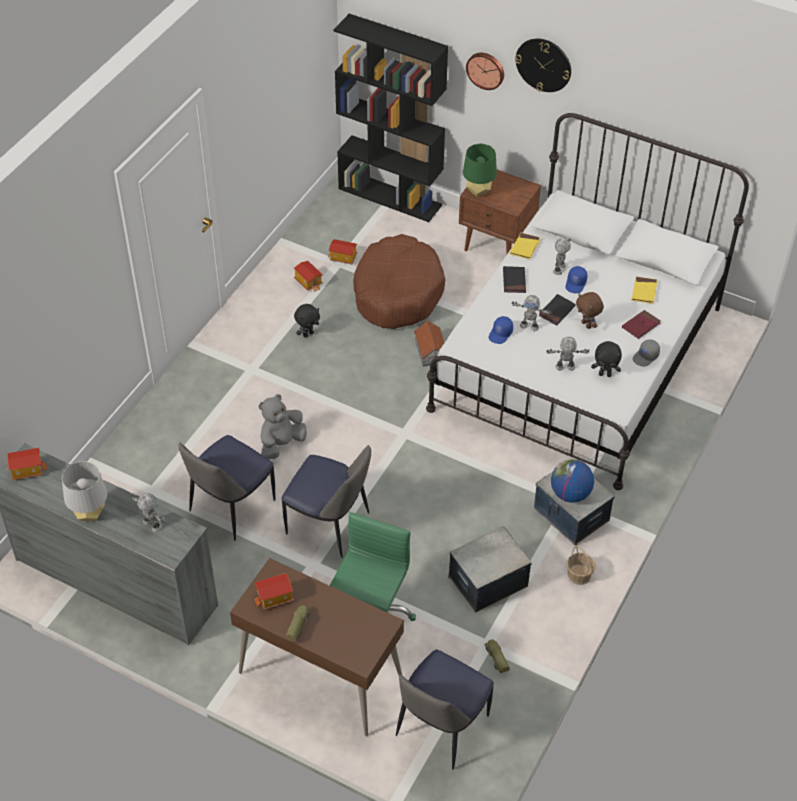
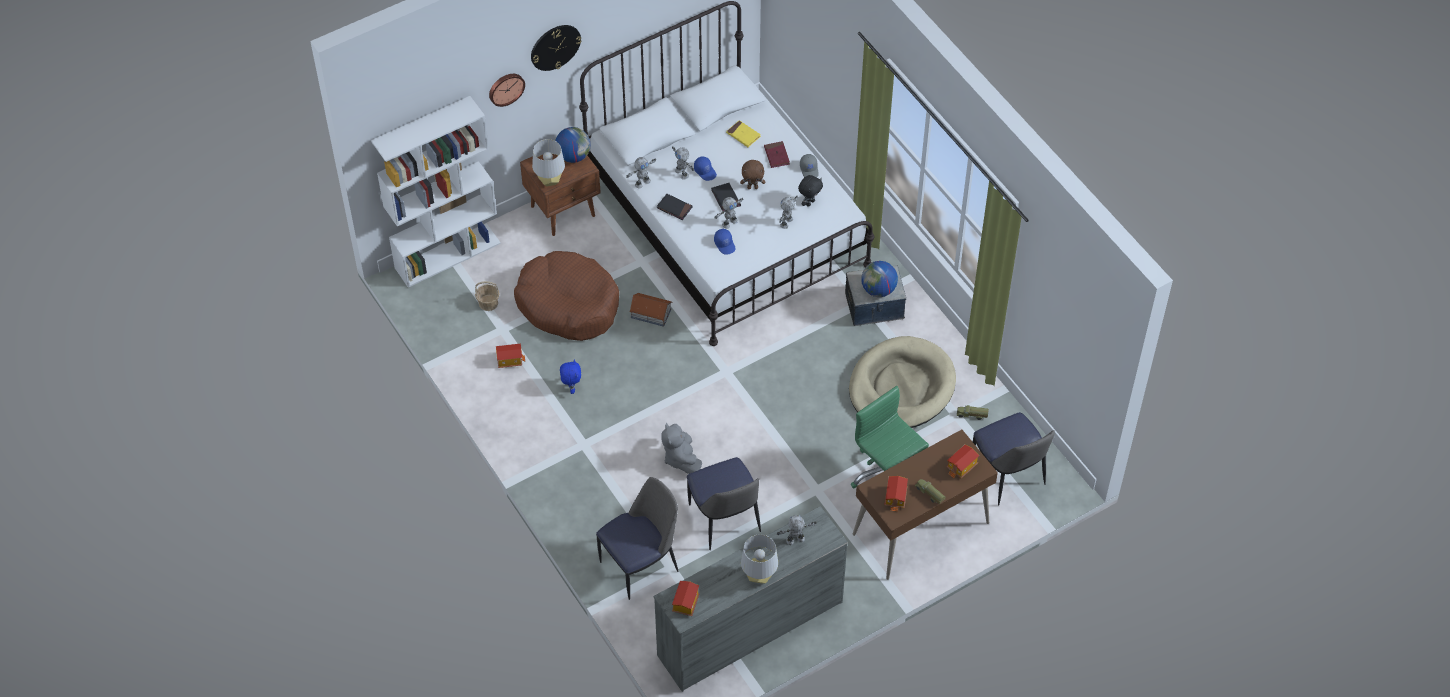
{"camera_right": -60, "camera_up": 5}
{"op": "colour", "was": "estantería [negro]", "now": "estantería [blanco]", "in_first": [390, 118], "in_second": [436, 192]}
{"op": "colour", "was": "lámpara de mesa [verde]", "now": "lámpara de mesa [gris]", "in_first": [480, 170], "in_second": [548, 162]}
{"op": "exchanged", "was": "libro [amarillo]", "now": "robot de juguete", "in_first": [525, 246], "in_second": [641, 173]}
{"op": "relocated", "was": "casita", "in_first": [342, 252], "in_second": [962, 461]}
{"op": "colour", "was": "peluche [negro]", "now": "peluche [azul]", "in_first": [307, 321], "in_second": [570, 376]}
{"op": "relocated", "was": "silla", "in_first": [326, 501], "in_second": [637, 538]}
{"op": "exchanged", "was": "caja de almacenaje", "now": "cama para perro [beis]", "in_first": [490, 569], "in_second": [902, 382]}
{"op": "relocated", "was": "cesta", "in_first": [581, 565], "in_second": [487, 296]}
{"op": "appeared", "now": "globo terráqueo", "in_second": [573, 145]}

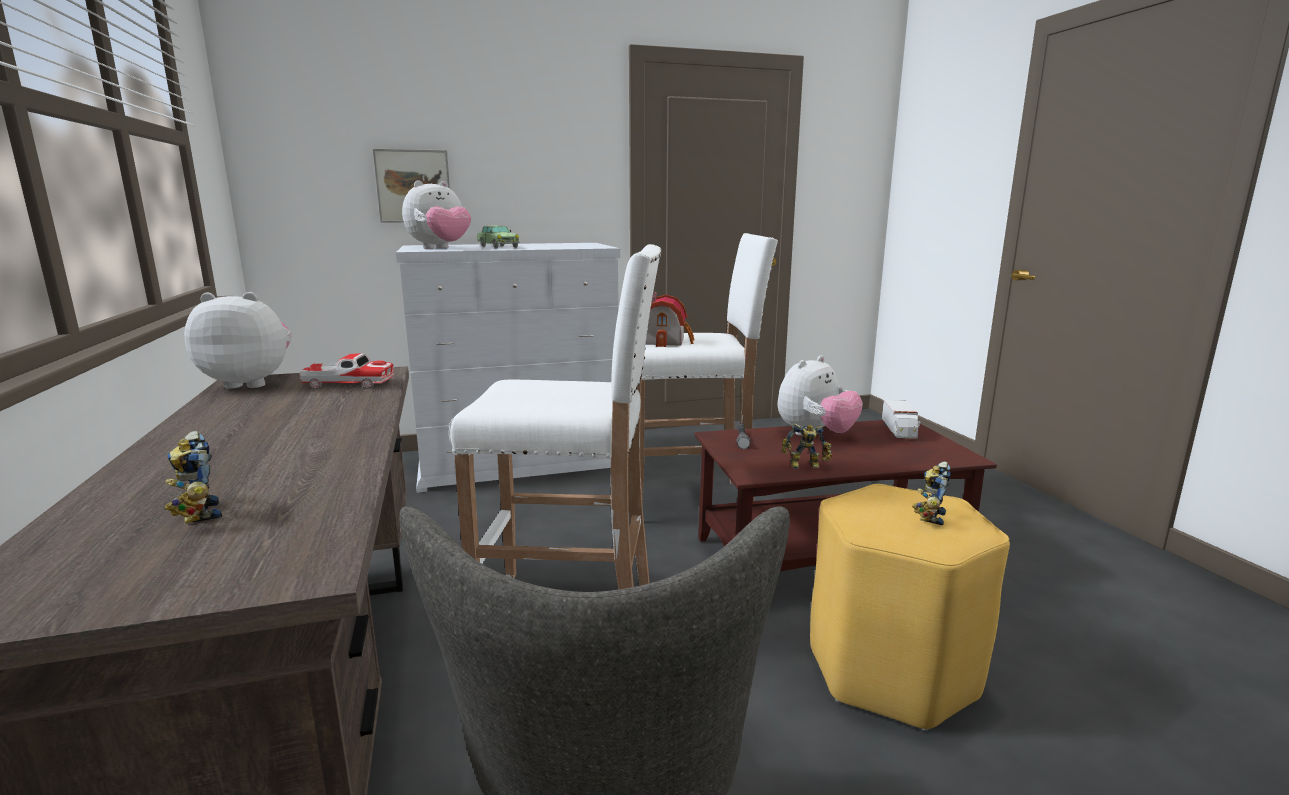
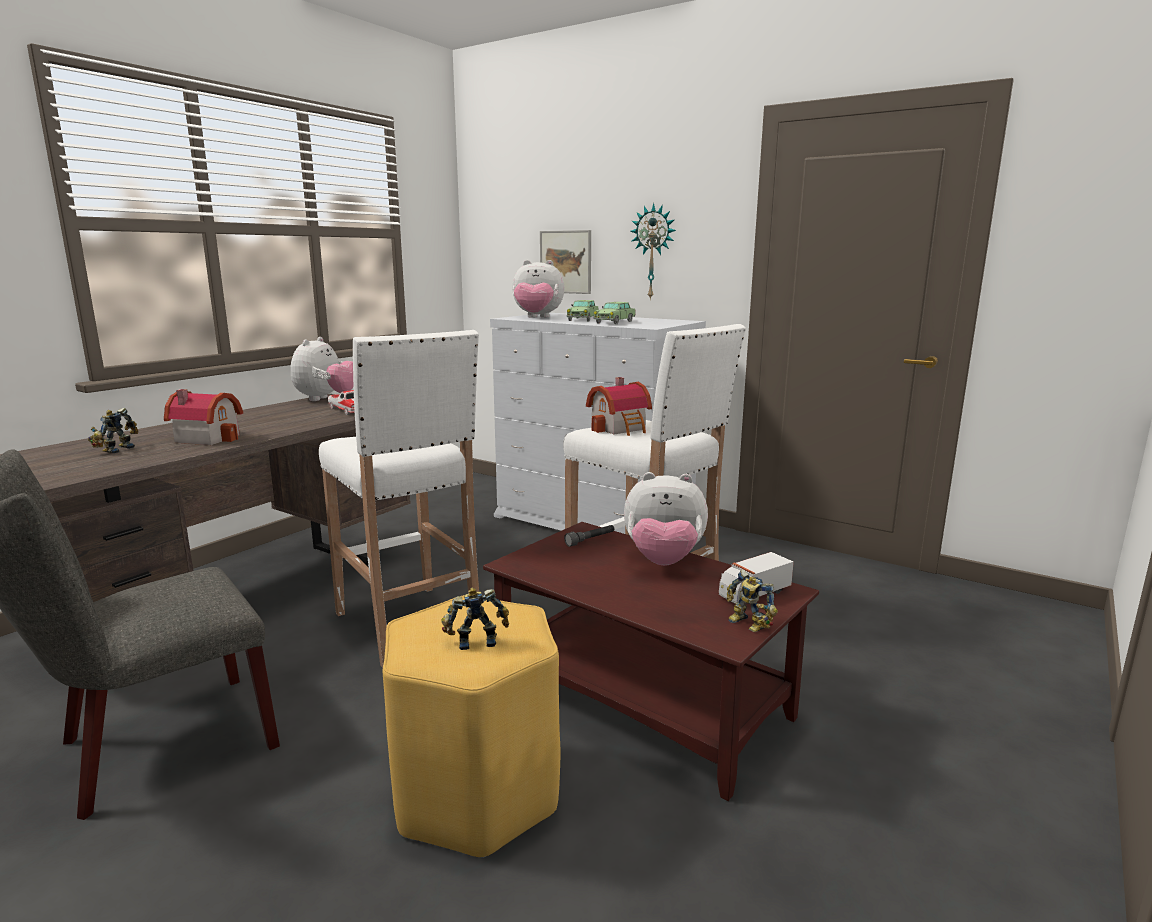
{"camera_right": 50, "camera_up": 0}
{"op": "spun", "was": "peluche", "in_first": [237, 340], "in_second": [322, 369], "clockwise": 60}
{"op": "relocated", "was": "robot de juguete", "in_first": [806, 446], "in_second": [752, 601]}
{"op": "appeared", "now": "reloj de pared", "in_second": [653, 251]}
{"op": "appeared", "now": "coche de juguete", "in_second": [614, 313]}
{"op": "appeared", "now": "casita", "in_second": [203, 417]}

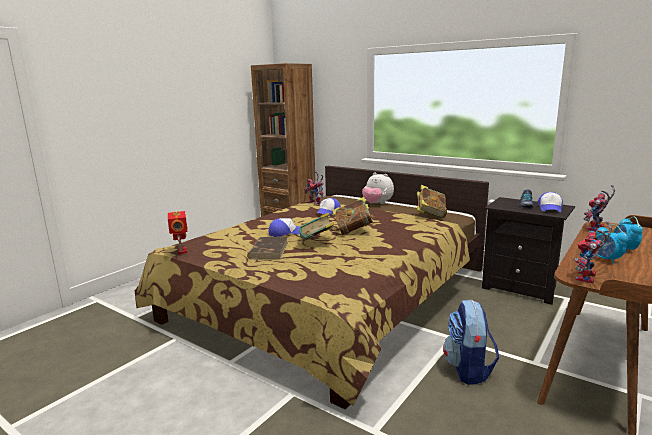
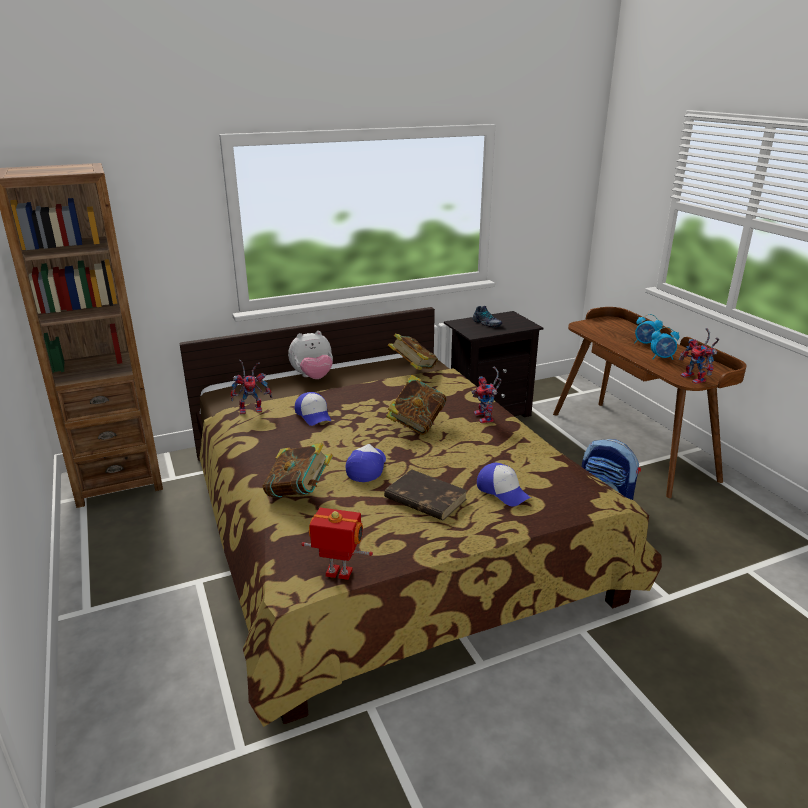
{"camera_right": -60, "camera_up": 10}
{"op": "relocated", "was": "robot de juguete", "in_first": [599, 208], "in_second": [486, 394]}
{"op": "relocated", "was": "gorra", "in_first": [550, 202], "in_second": [504, 484]}
{"op": "relocated", "was": "libro", "in_first": [316, 226], "in_second": [298, 470]}

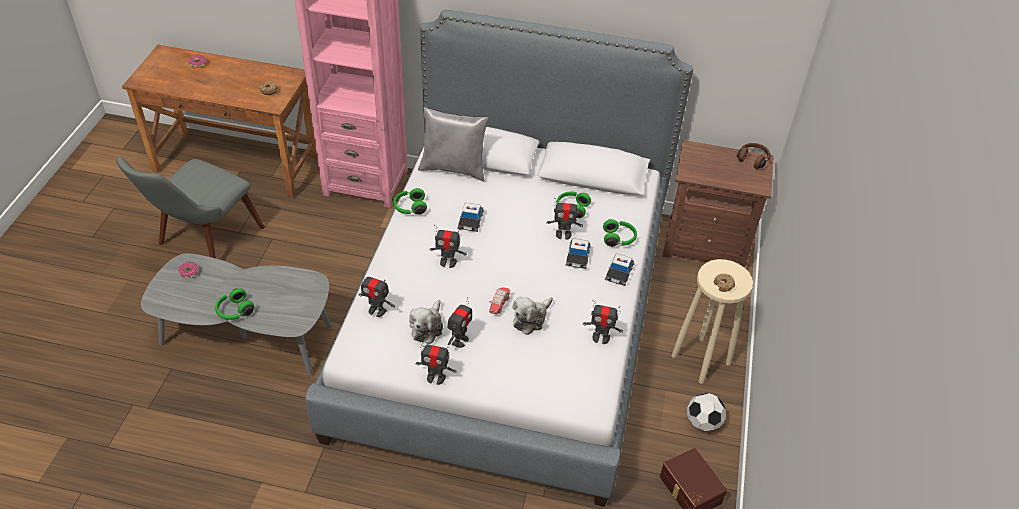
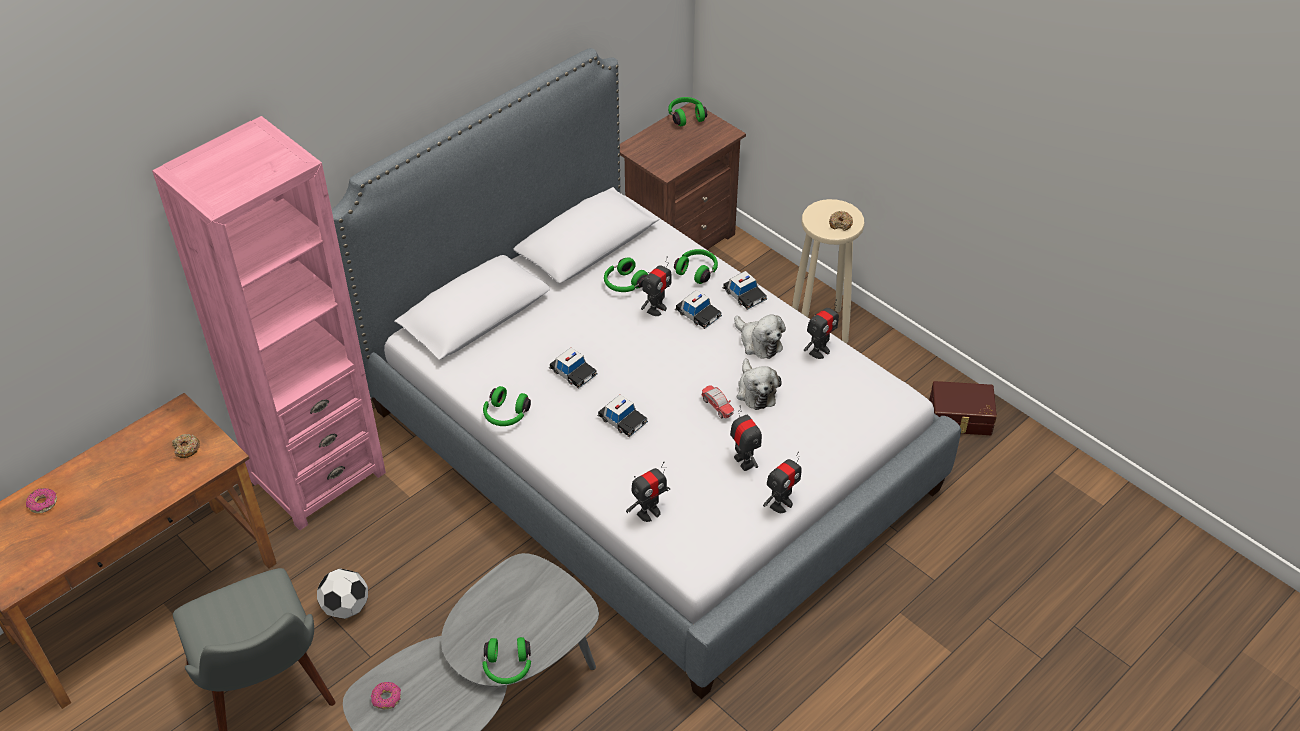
{"camera_right": -55, "camera_up": 0}
{"op": "missing", "was": "cojín [gris]", "in_first": [453, 144]}
{"op": "colour", "was": "auriculares [marrón]", "now": "auriculares [verde]", "in_first": [753, 156], "in_second": [687, 111]}
{"op": "exchanged", "was": "robot de juguete", "now": "coche de juguete", "in_first": [448, 246], "in_second": [622, 416]}
{"op": "relocated", "was": "peluche", "in_first": [426, 322], "in_second": [760, 336]}
{"op": "relocated", "was": "balón de fútbol", "in_first": [706, 412], "in_second": [342, 594]}

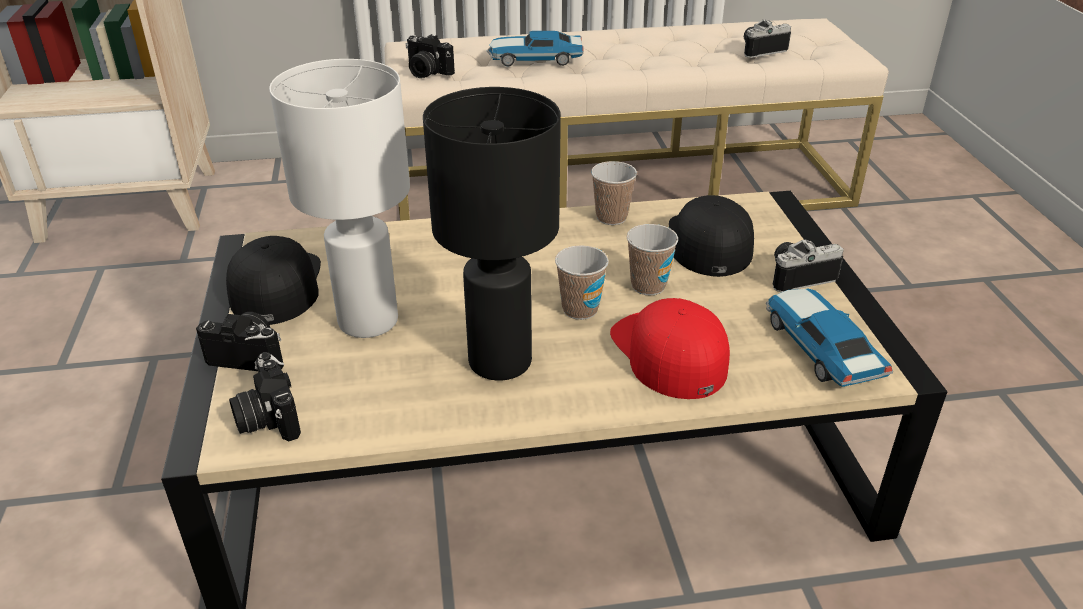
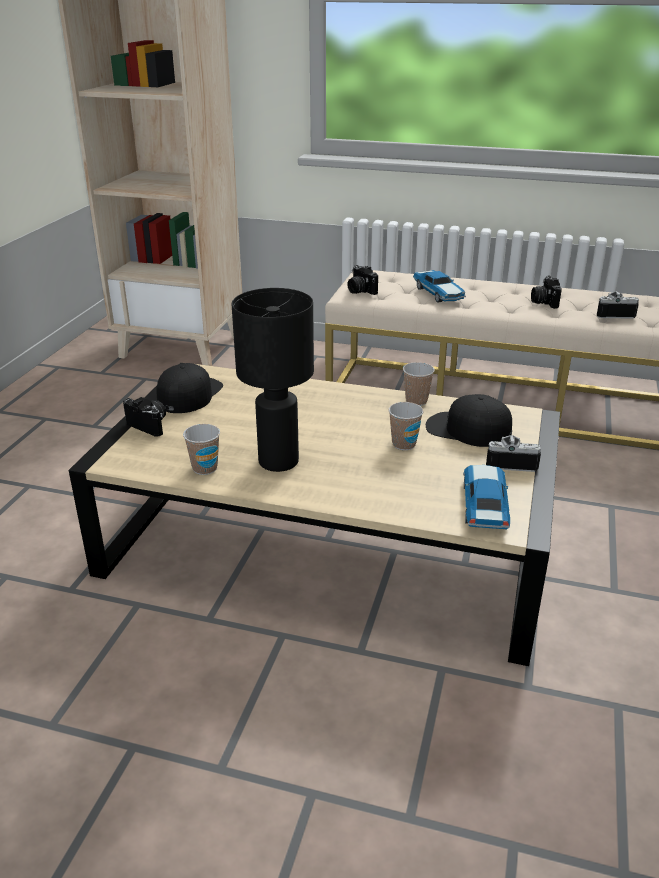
{"camera_right": 25, "camera_up": -5}
{"op": "spun", "was": "coche de juguete", "in_first": [535, 48], "in_second": [439, 286], "clockwise": -135}
{"op": "missing", "was": "lámpara de mesa [blanco]", "in_first": [339, 198]}
{"op": "spun", "was": "gorra [negro]", "in_first": [711, 236], "in_second": [469, 420], "clockwise": -90}
{"op": "relocated", "was": "taza", "in_first": [582, 282], "in_second": [201, 449]}
{"op": "missing", "was": "gorra [rojo]", "in_first": [670, 348]}
{"op": "relocated", "was": "cámara", "in_first": [265, 396], "in_second": [546, 292]}

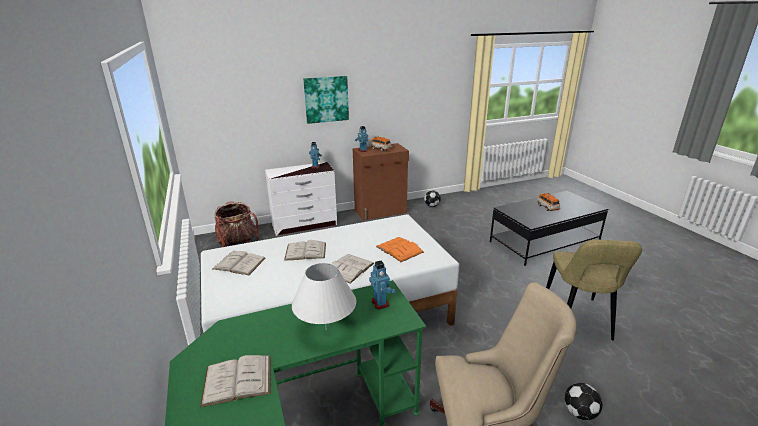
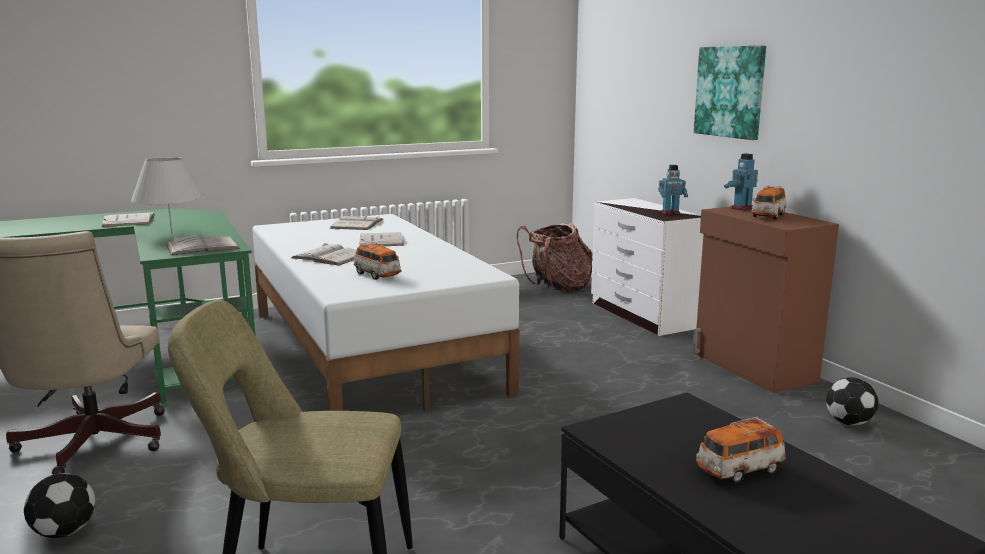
{"camera_right": 85, "camera_up": -10}
{"op": "exchanged", "was": "libro [naranja]", "now": "coche de juguete", "in_first": [400, 249], "in_second": [378, 261]}
{"op": "exchanged", "was": "robot de juguete", "now": "libro [blanco]", "in_first": [382, 285], "in_second": [203, 245]}

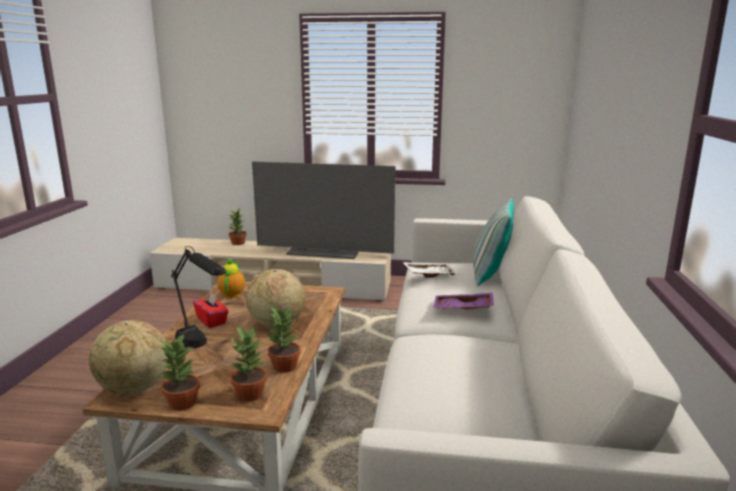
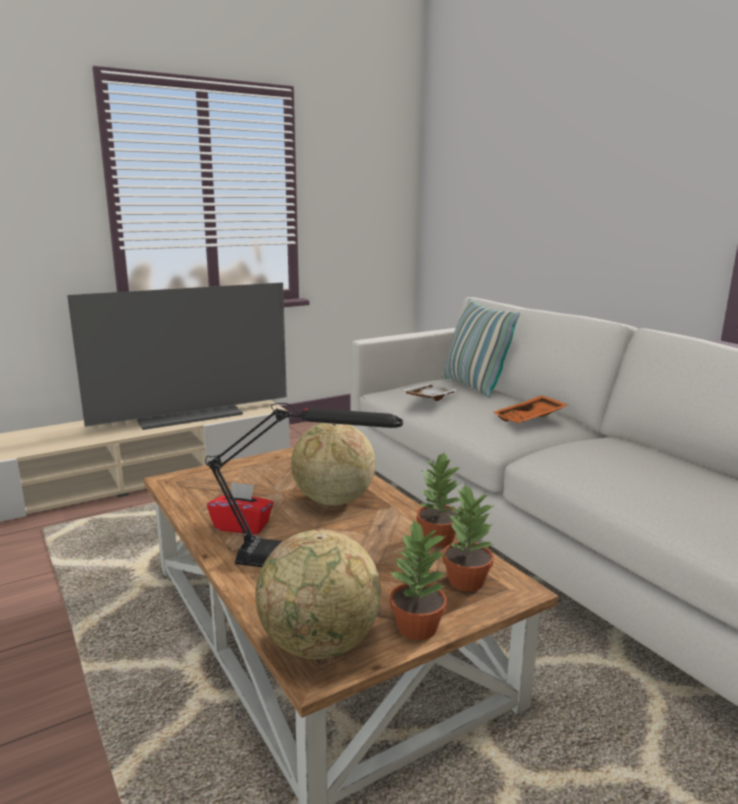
{"camera_right": -40, "camera_up": 0}
{"op": "missing", "was": "planta en maceta", "in_first": [238, 226]}
{"op": "missing", "was": "tetera", "in_first": [231, 278]}
{"op": "colour", "was": "bandeja [morado]", "now": "bandeja [naranja]", "in_first": [463, 301], "in_second": [530, 409]}

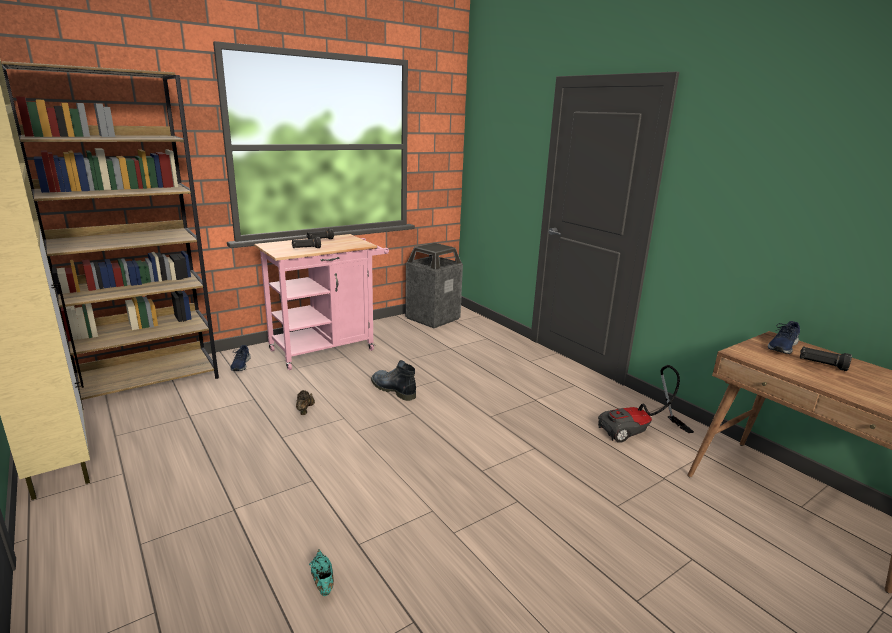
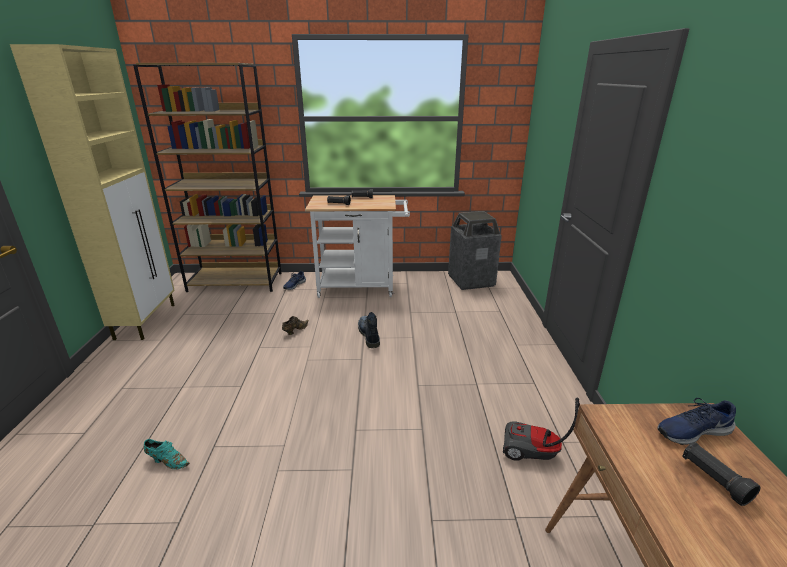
{"camera_right": 35, "camera_up": 5}
{"op": "colour", "was": "carrito [rosa]", "now": "carrito [blanco]", "in_first": [321, 302], "in_second": [357, 246]}
{"op": "spun", "was": "zapato [turquesa]", "in_first": [321, 572], "in_second": [166, 454], "clockwise": 90}

